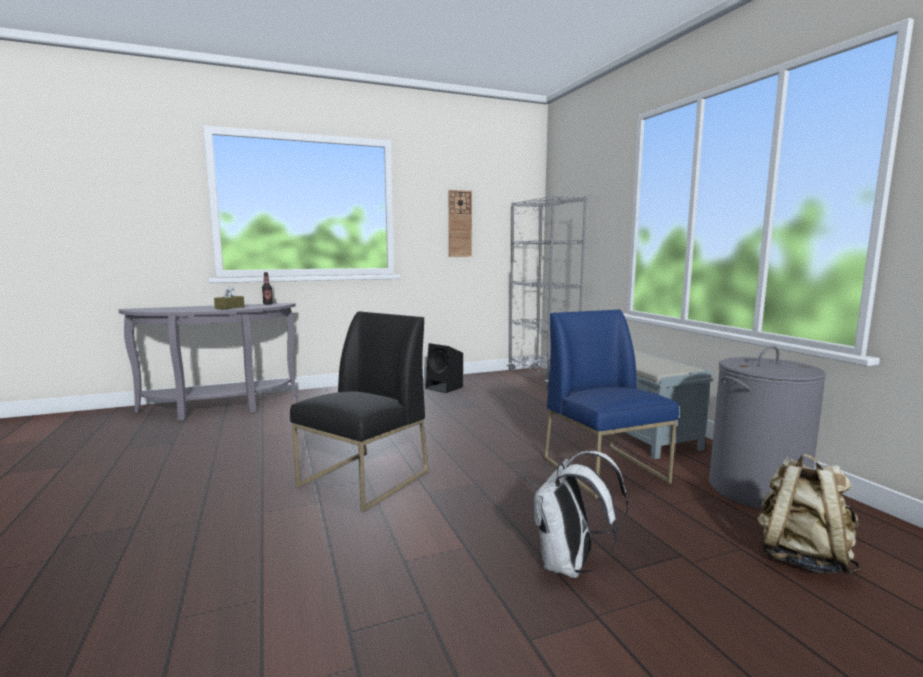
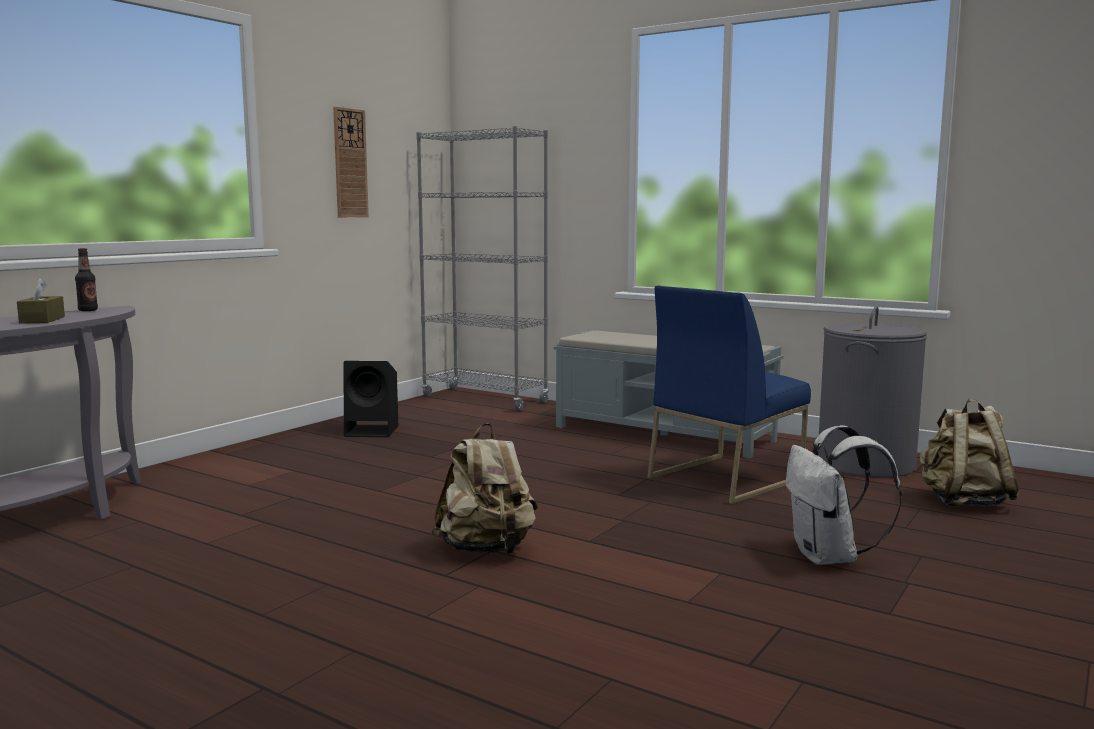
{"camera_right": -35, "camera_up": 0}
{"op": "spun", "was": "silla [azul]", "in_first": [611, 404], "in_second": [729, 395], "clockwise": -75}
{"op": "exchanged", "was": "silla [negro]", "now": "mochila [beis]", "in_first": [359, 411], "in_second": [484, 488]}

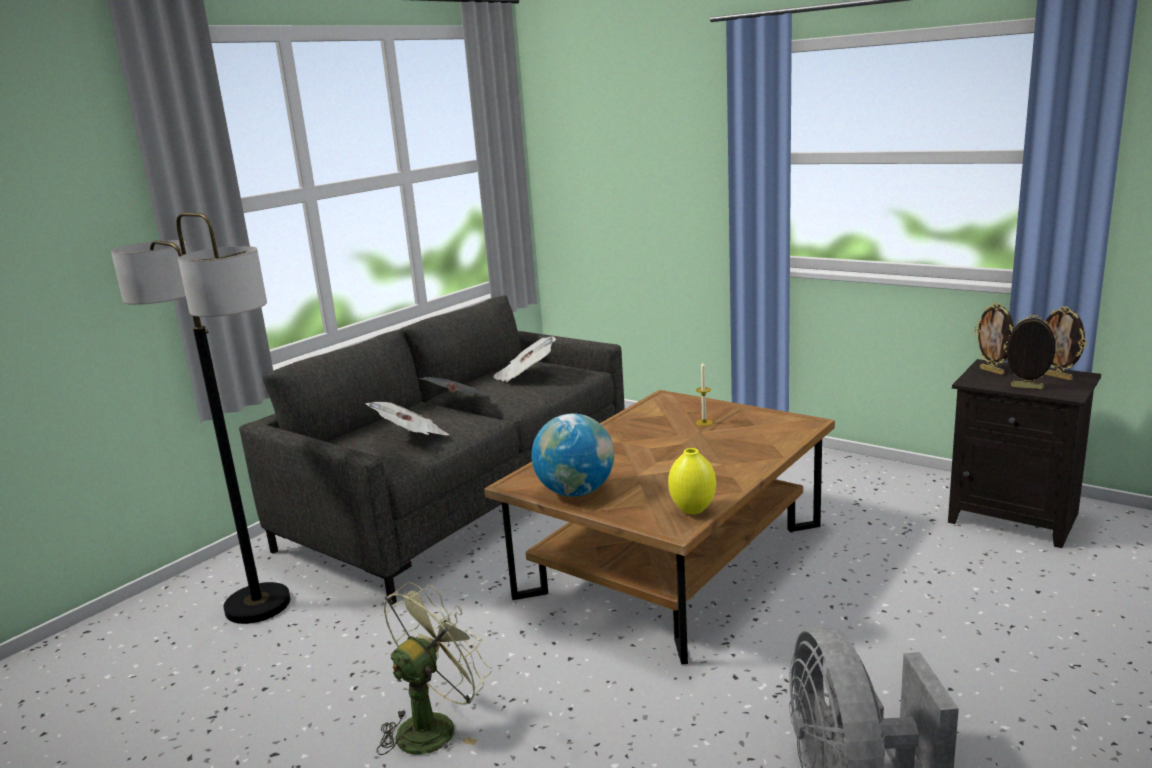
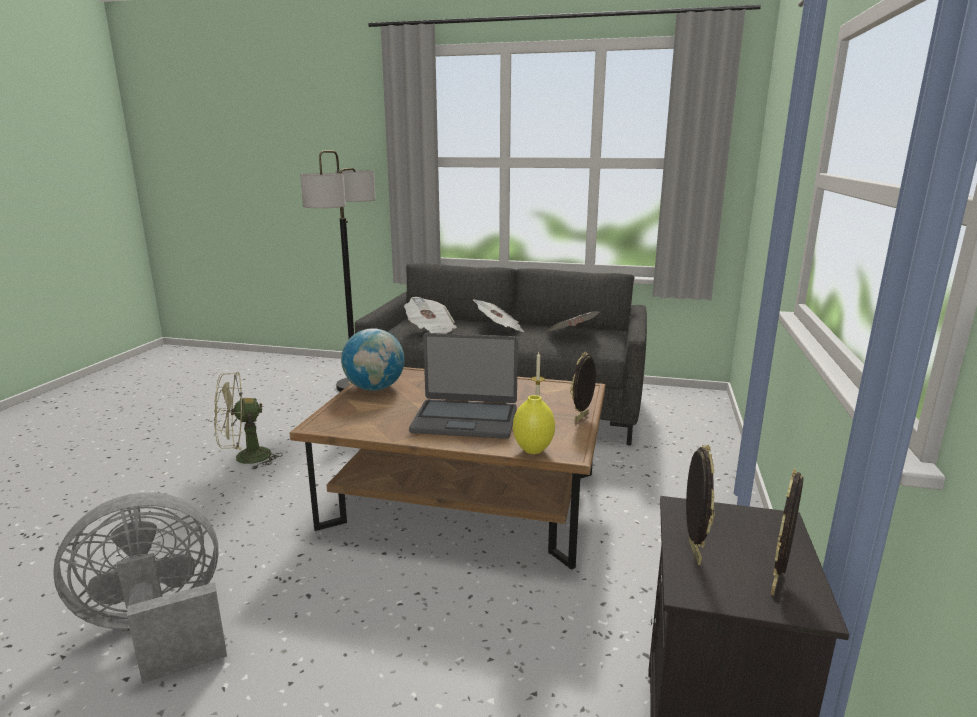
{"camera_right": 65, "camera_up": 0}
{"op": "relocated", "was": "portarretratos", "in_first": [994, 339], "in_second": [583, 387]}
{"op": "relocated", "was": "florero [amarillo]", "in_first": [692, 481], "in_second": [534, 424]}
{"op": "spun", "was": "ventilador [verde]", "in_first": [434, 668], "in_second": [248, 421], "clockwise": 135}
{"op": "appeared", "now": "portátil", "in_second": [463, 386]}

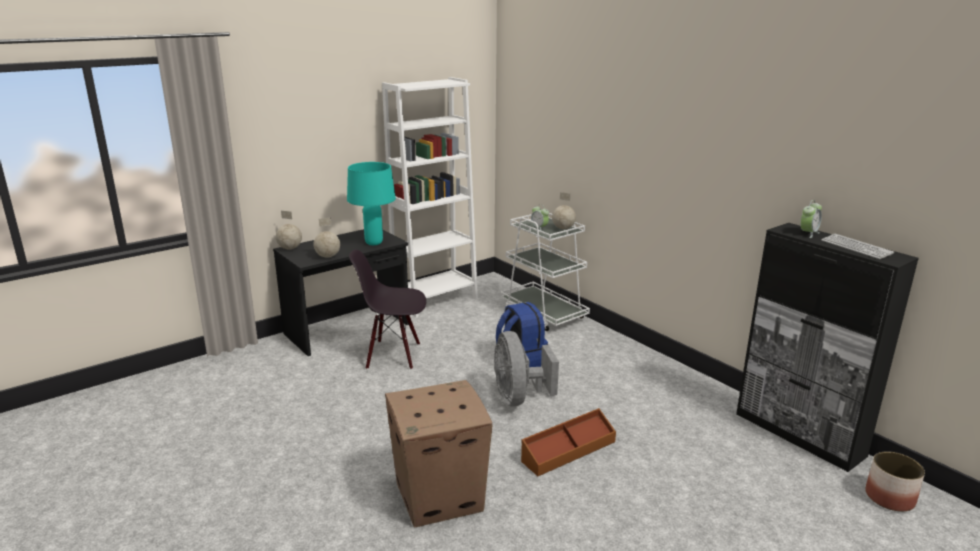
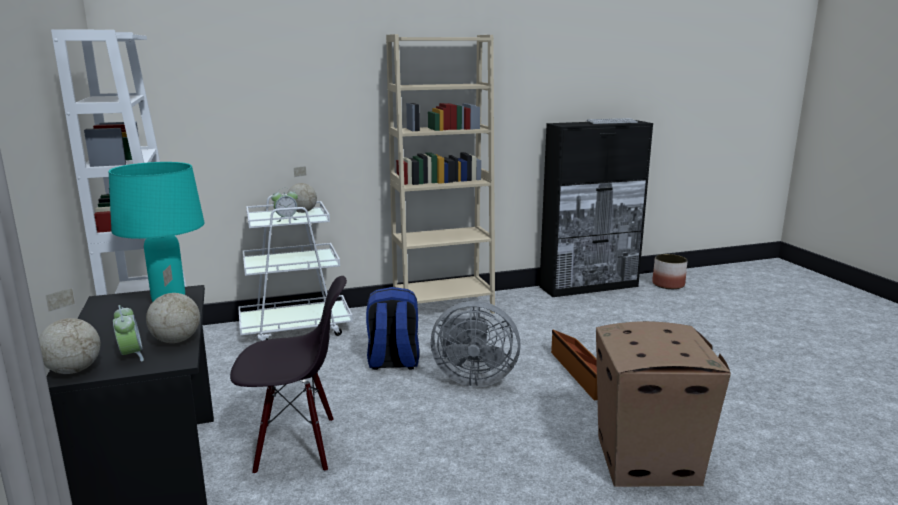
{"camera_right": -70, "camera_up": -5}
{"op": "relocated", "was": "despertador", "in_first": [811, 219], "in_second": [128, 333]}
{"op": "spun", "was": "silla [negro]", "in_first": [387, 309], "in_second": [288, 375], "clockwise": -120}
{"op": "appeared", "now": "estantería [beis]", "in_second": [440, 174]}

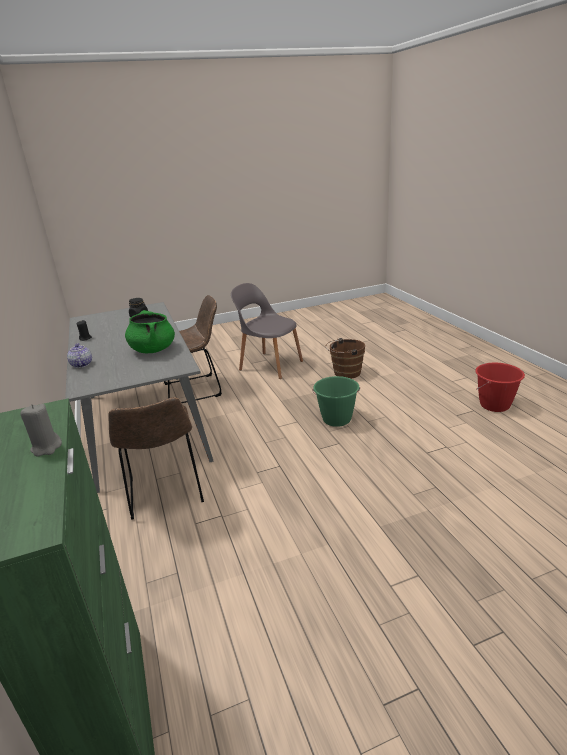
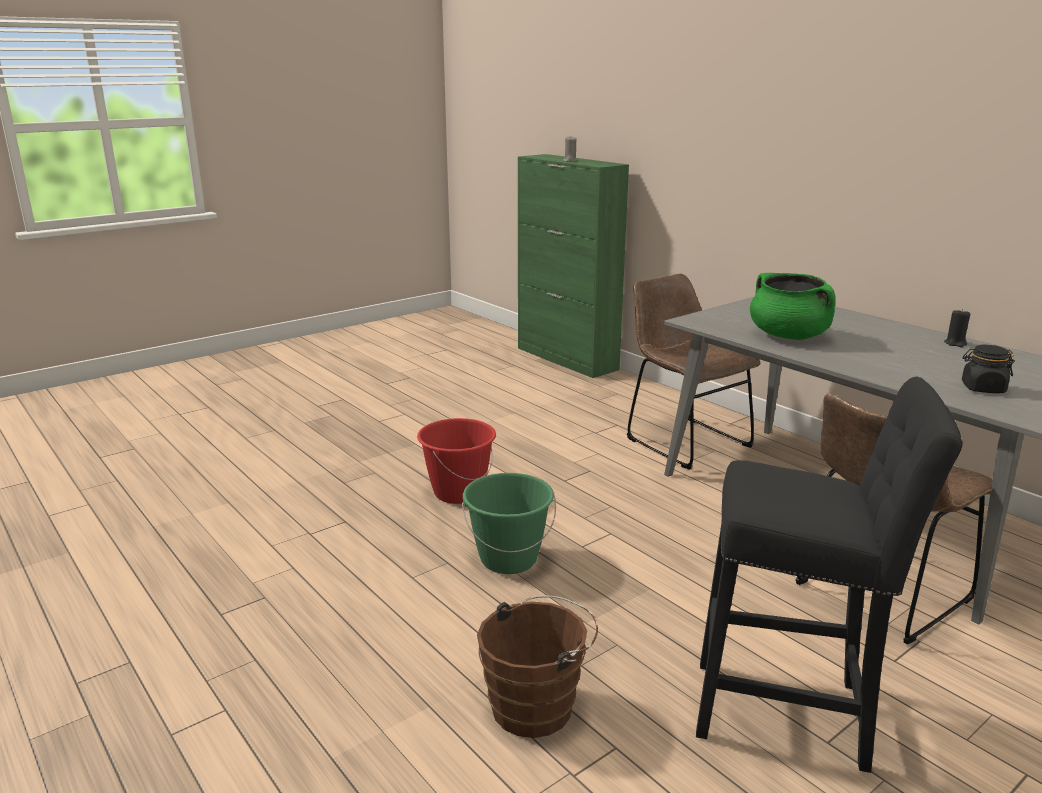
{"camera_right": 160, "camera_up": -5}
{"op": "exchanged", "was": "silla [gris]", "now": "taburete [negro]", "in_first": [267, 331], "in_second": [829, 575]}
{"op": "missing", "was": "tetera", "in_first": [79, 355]}
{"op": "relocated", "was": "cubo [rojo]", "in_first": [500, 387], "in_second": [456, 461]}

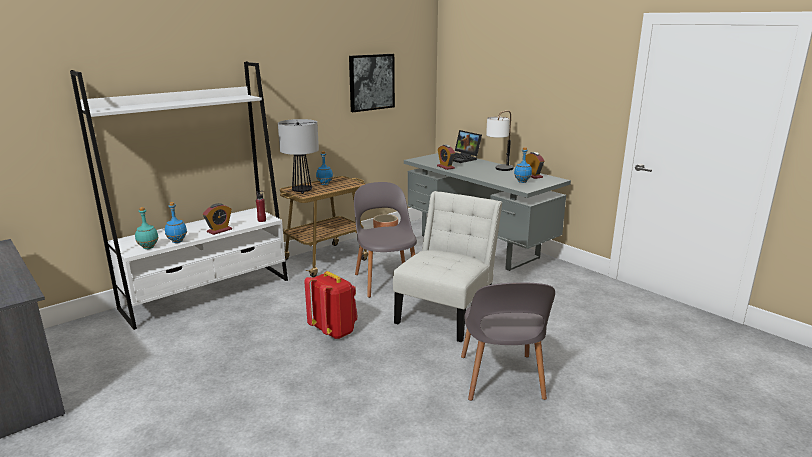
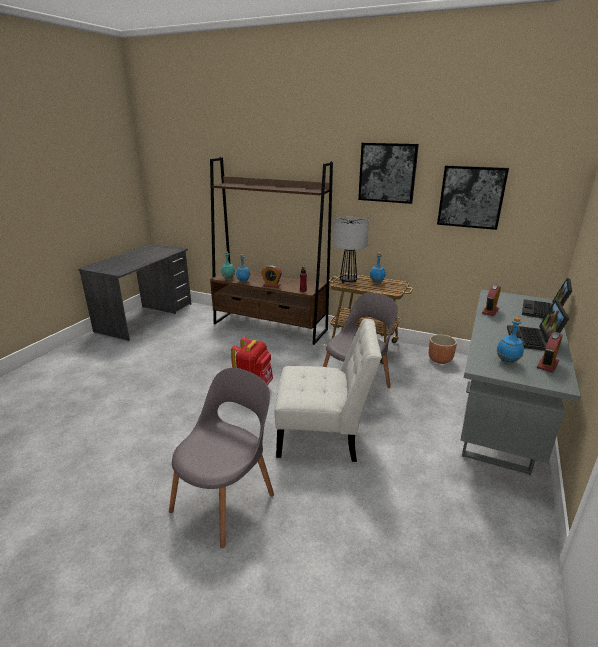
{"camera_right": 65, "camera_up": 5}
{"op": "colour", "was": "estantería [blanco]", "now": "estantería [marrón]", "in_first": [179, 195], "in_second": [271, 251]}
{"op": "exchanged", "was": "lámpara de mesa", "now": "portátil", "in_first": [500, 140], "in_second": [538, 325]}
{"op": "spun", "was": "silla [gris]", "in_first": [508, 341], "in_second": [221, 458], "clockwise": 150}
{"op": "appeared", "now": "cuadro", "in_second": [388, 173]}

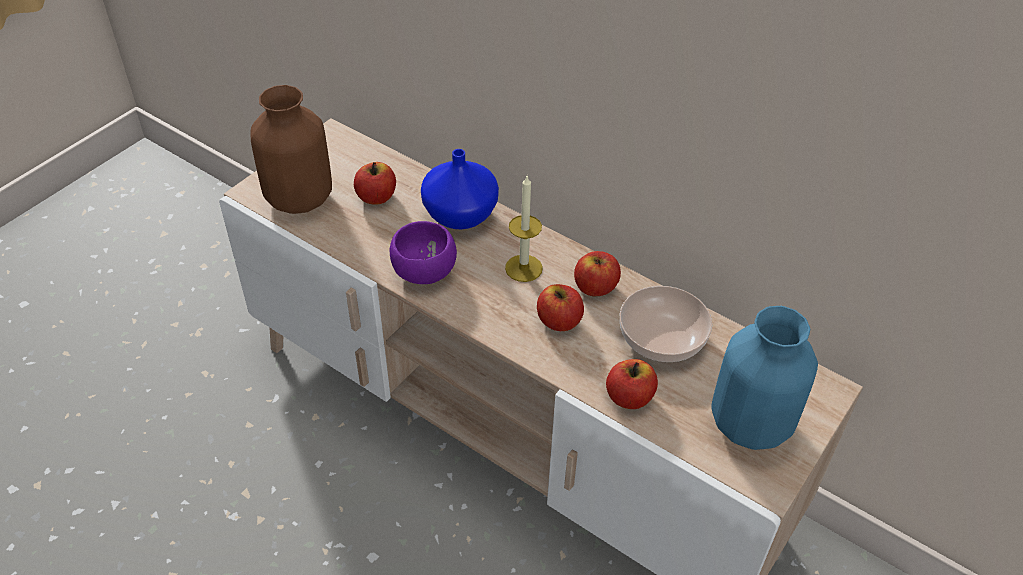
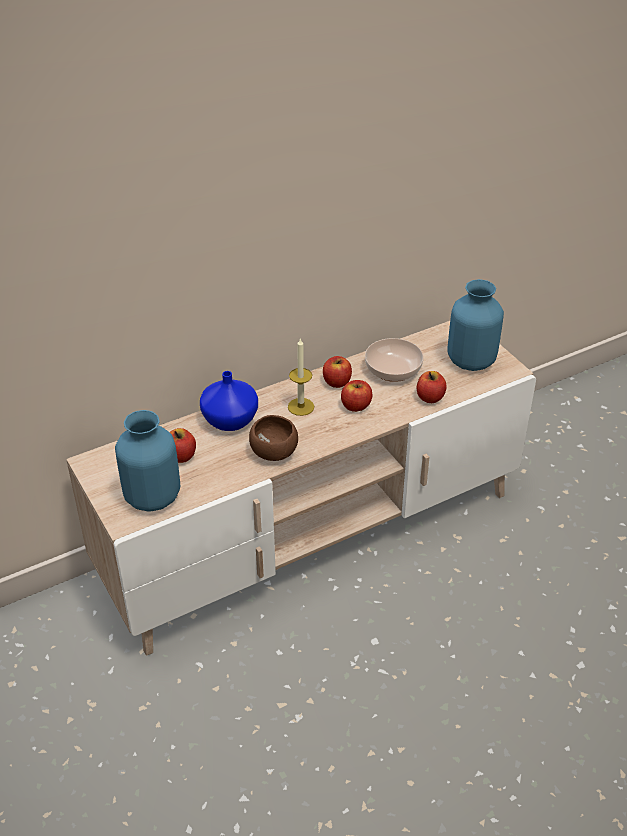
{"camera_right": -65, "camera_up": -5}
{"op": "colour", "was": "florero [marrón]", "now": "florero [azul]", "in_first": [291, 149], "in_second": [147, 461]}
{"op": "colour", "was": "cuenco [morado]", "now": "cuenco [marrón]", "in_first": [423, 252], "in_second": [273, 438]}

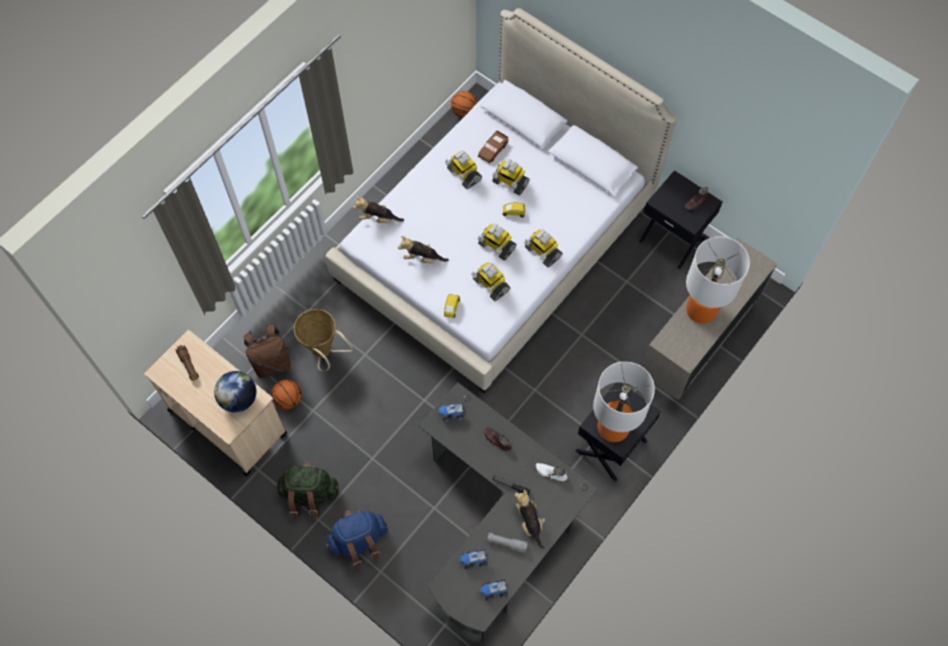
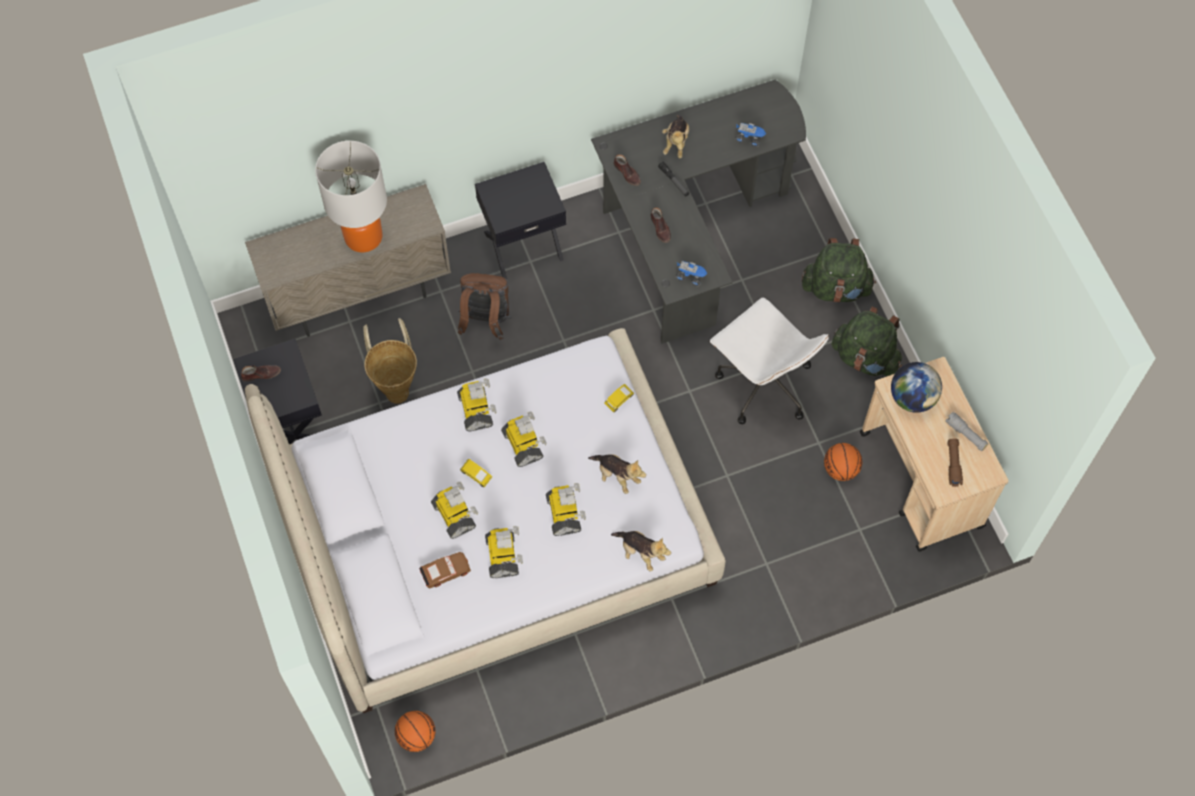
{"camera_right": -150, "camera_up": 0}
{"op": "relocated", "was": "robot de juguete", "in_first": [490, 281], "in_second": [566, 509]}
{"op": "relocated", "was": "cesta", "in_first": [323, 340], "in_second": [390, 361]}
{"op": "relocated", "was": "mochila [marrón]", "in_first": [267, 351], "in_second": [484, 306]}
{"op": "missing", "was": "lámpara de mesa", "in_first": [624, 402]}
{"op": "colour", "was": "zapato [blanco]", "now": "zapato [marrón]", "in_first": [551, 472], "in_second": [627, 170]}
{"op": "colour", "was": "mochila [azul]", "now": "mochila [verde]", "in_first": [357, 539], "in_second": [839, 270]}
{"op": "relocated", "was": "linterna [gris]", "in_first": [507, 543], "in_second": [967, 431]}
{"op": "missing", "was": "camión de juguete", "in_first": [494, 590]}
{"op": "appeared", "now": "silla de oficina [blanco]", "in_second": [769, 361]}

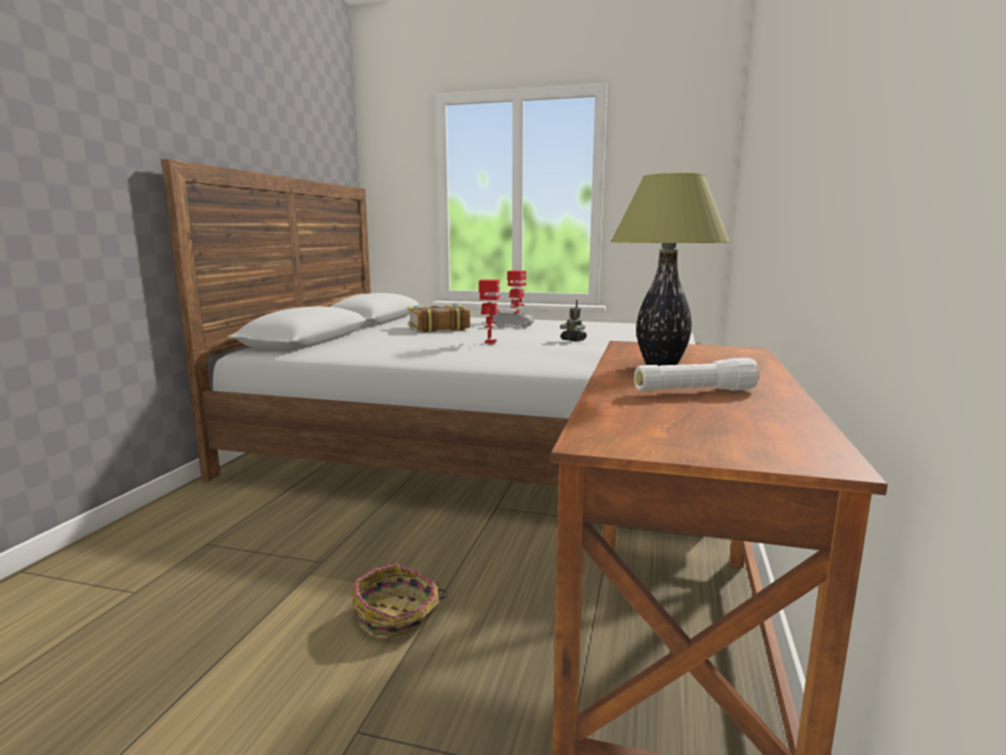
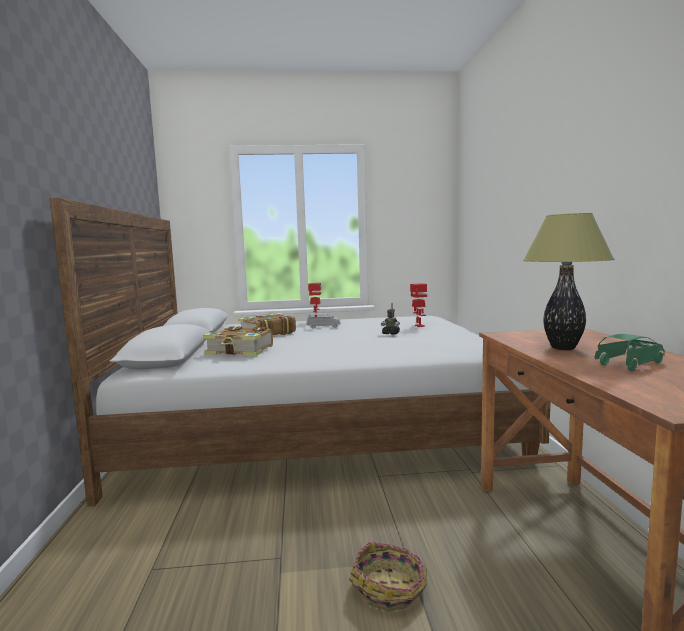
{"camera_right": -20, "camera_up": -5}
{"op": "relocated", "was": "robot de juguete", "in_first": [489, 311], "in_second": [418, 305]}
{"op": "exchanged", "was": "linterna [blanco]", "now": "coche de juguete [verde]", "in_first": [697, 374], "in_second": [630, 352]}
{"op": "appeared", "now": "libro", "in_second": [238, 341]}

